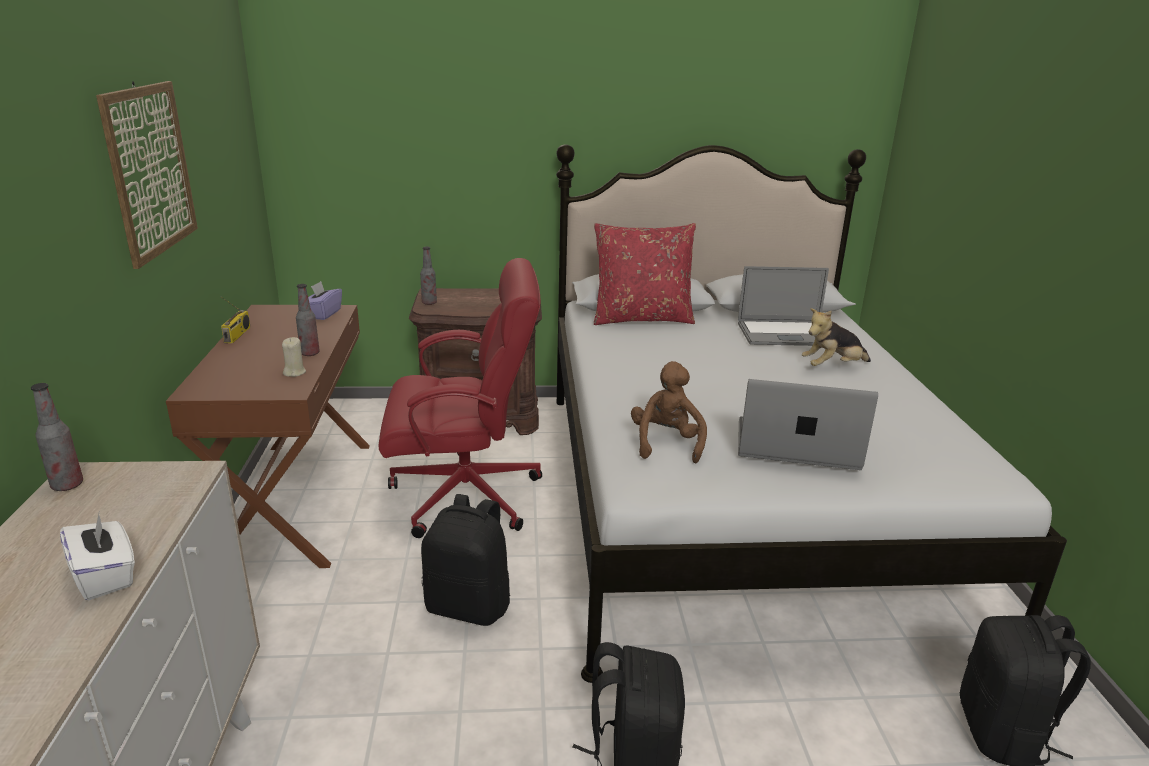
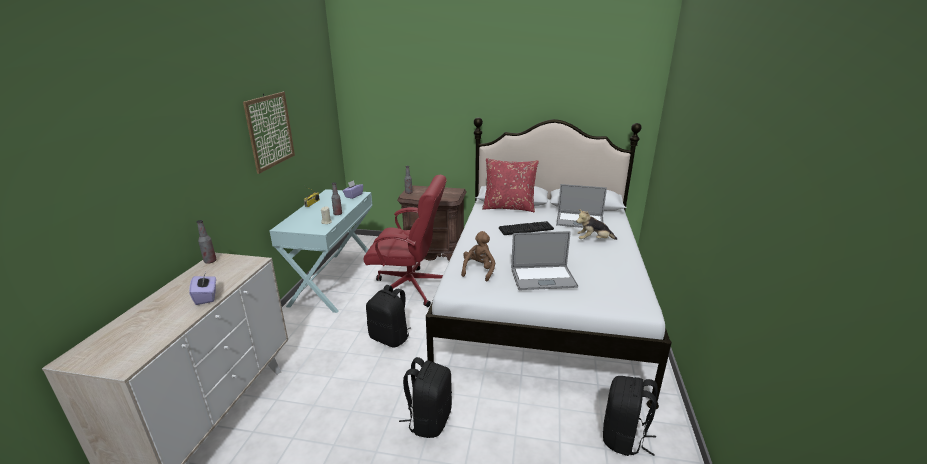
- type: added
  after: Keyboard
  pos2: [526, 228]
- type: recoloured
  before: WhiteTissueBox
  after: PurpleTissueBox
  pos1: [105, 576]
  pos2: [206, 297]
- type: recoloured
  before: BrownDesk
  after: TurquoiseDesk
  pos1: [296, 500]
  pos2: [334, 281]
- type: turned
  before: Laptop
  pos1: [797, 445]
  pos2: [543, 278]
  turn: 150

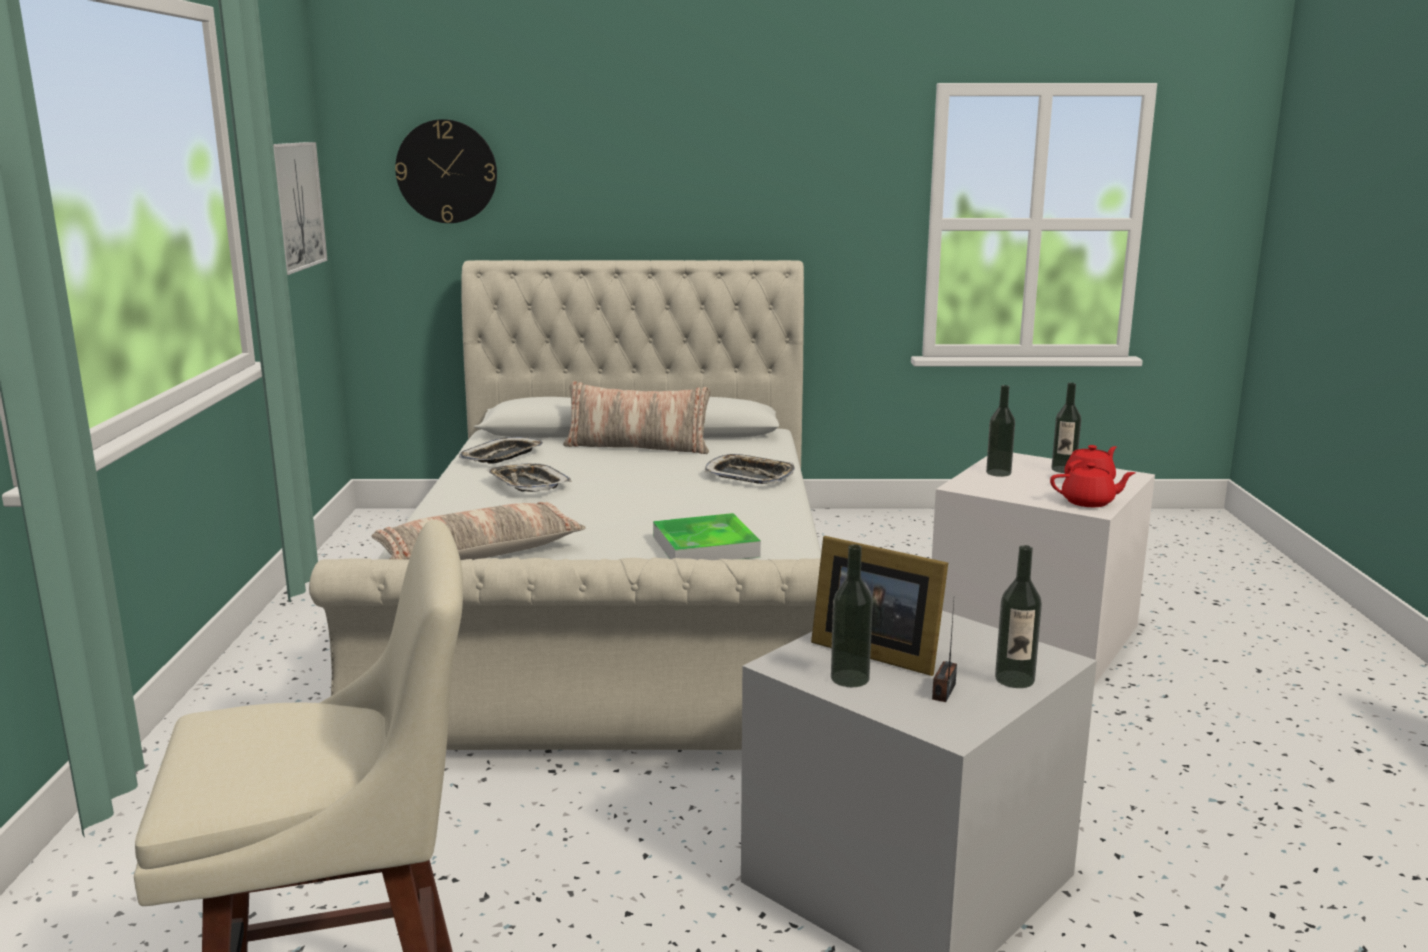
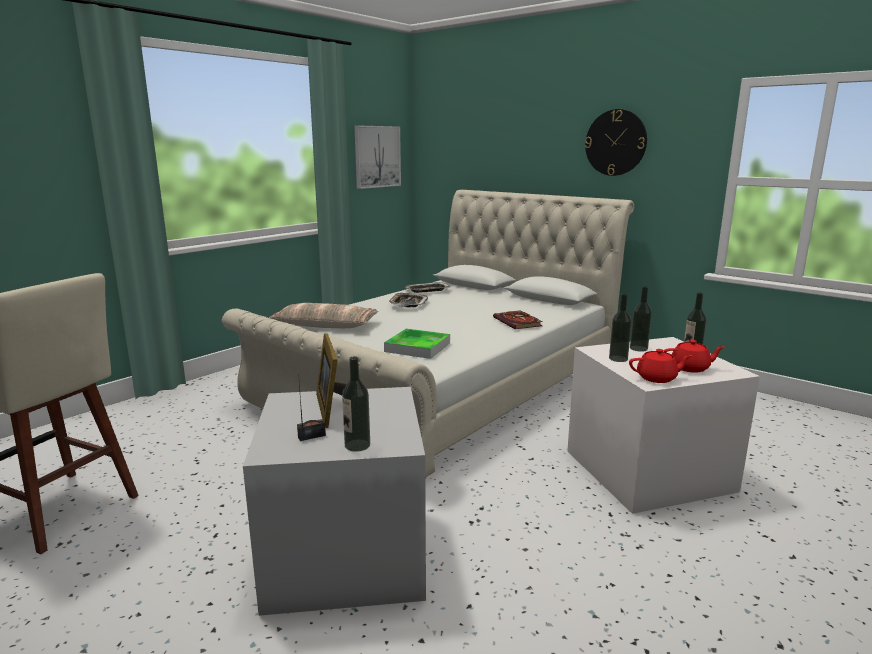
- type: removed
  before: Pillow
  pos1: [637, 447]
- type: moved
  before: WallClock
  pos1: [446, 171]
  pos2: [615, 142]
- type: moved
  before: Bottle
  pos1: [849, 678]
  pos2: [618, 359]
- type: replaced
  before: Tray
  after: Book
  pos1: [749, 476]
  pos2: [518, 322]
- type: turned
  before: RedTeapot
  pos1: [1089, 502]
  pos2: [657, 378]
  turn: -45

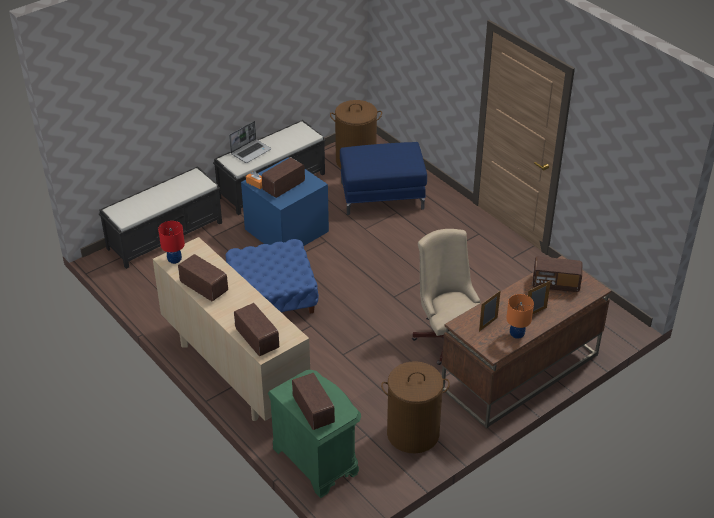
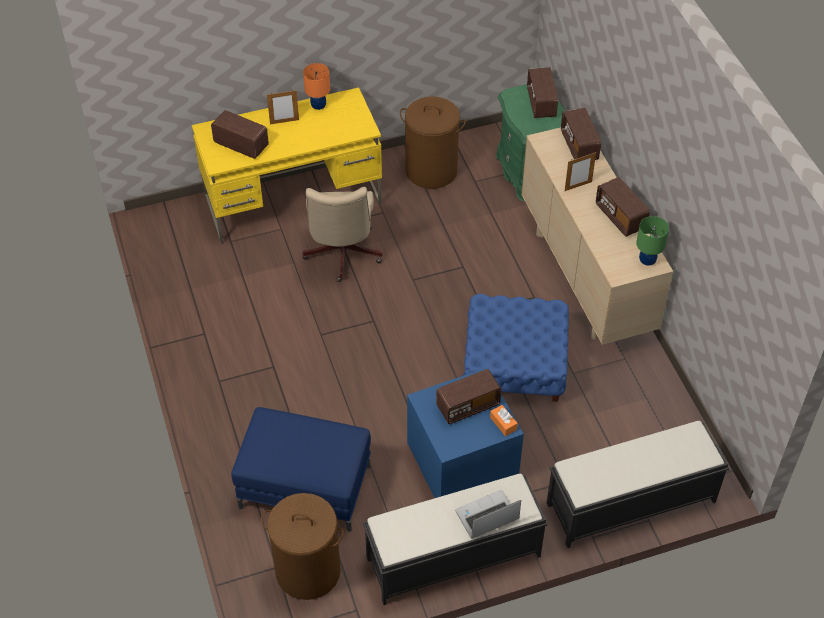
- type: moved
  before: PictureFrame
  pos1: [488, 324]
  pos2: [578, 186]
- type: recoloured
  before: RedTableLamp
  after: GreenTableLamp
  pos1: [174, 260]
  pos2: [647, 261]
- type: recoloured
  before: BrownDesk
  after: YellowDesk
  pos1: [519, 372]
  pos2: [293, 199]

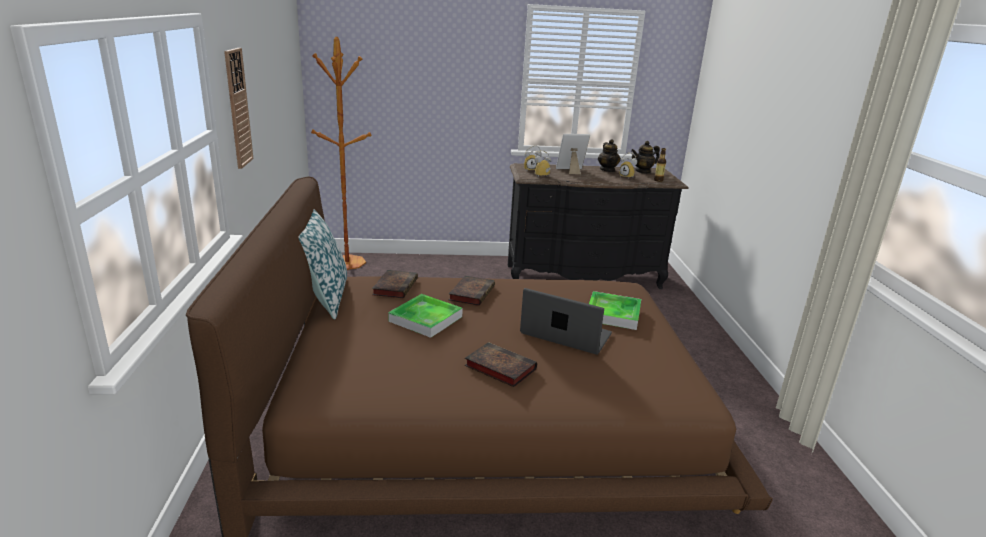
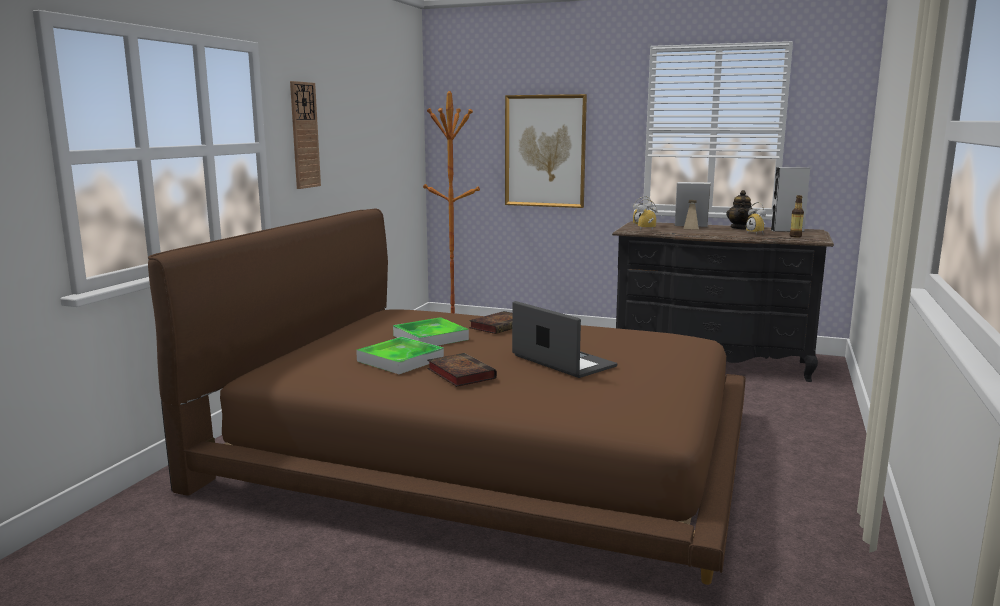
- type: removed
  before: Pillow
  pos1: [324, 298]
- type: removed
  before: Book
  pos1: [395, 286]
- type: added
  after: Picture
  pos2: [545, 151]
- type: moved
  before: Tray
  pos1: [613, 314]
  pos2: [400, 360]
- type: replaced
  before: Teapot
  after: GreySpeaker
  pos1: [643, 171]
  pos2: [787, 230]

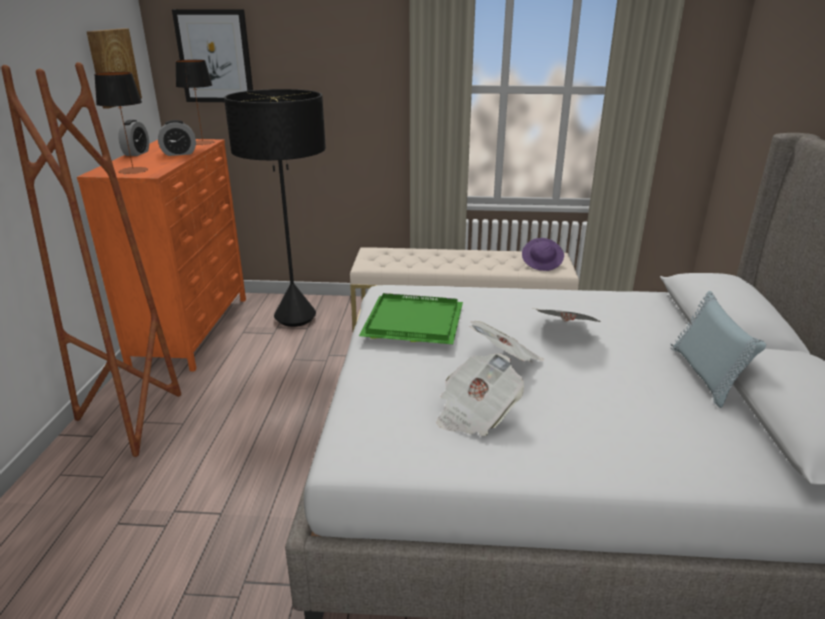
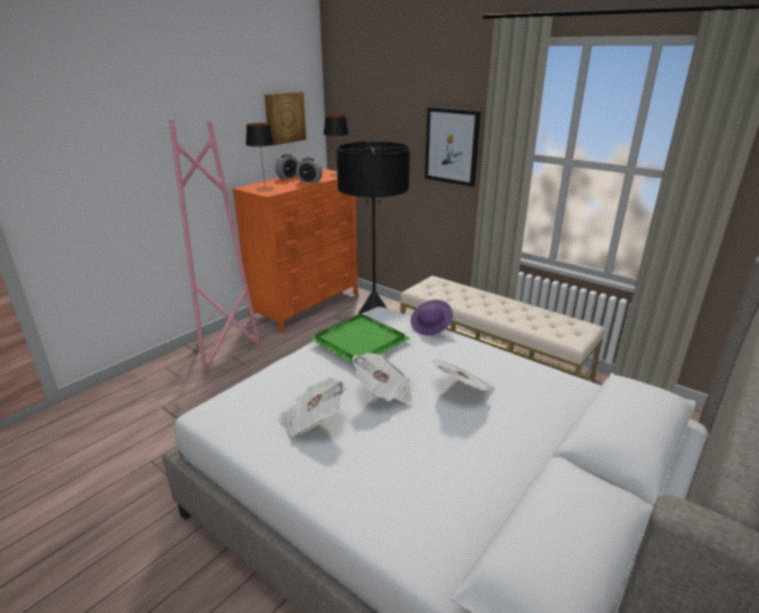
- type: removed
  before: BluePillow
  pos1: [706, 376]
- type: moved
  before: Picture
  pos1: [215, 57]
  pos2: [452, 146]
- type: moved
  before: PurpleHat
  pos1: [542, 263]
  pos2: [431, 327]
- type: recoloured
  before: BrownClothesRack
  after: PinkClothesRack
  pos1: [132, 422]
  pos2: [222, 352]

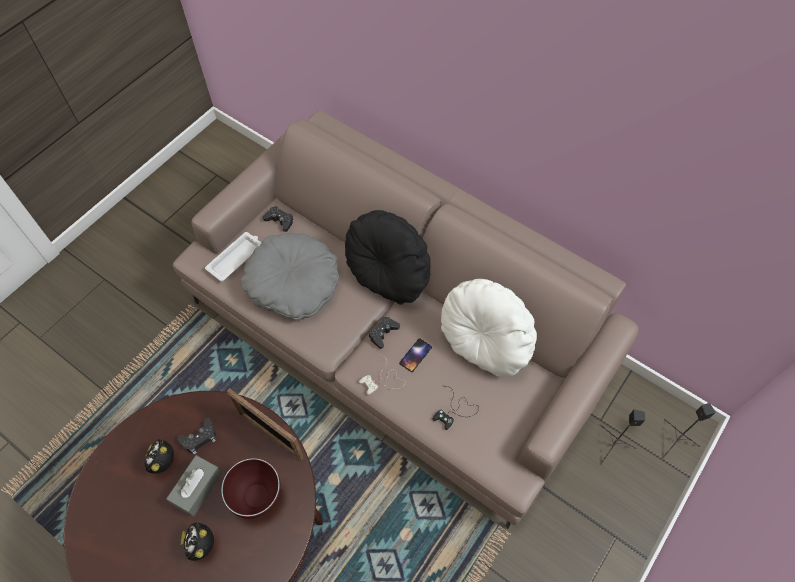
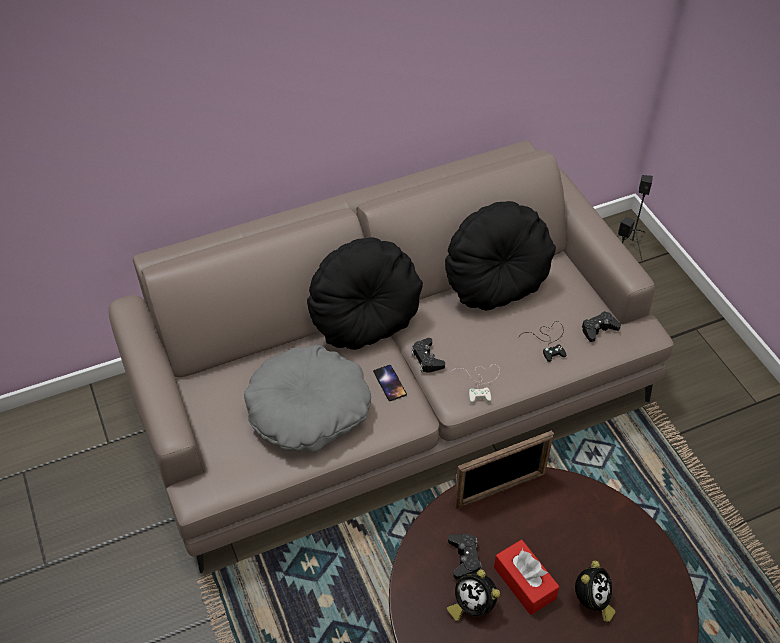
- type: removed
  before: WhiteTray
  pos1: [236, 258]
- type: removed
  before: BrownBowl
  pos1: [257, 498]
- type: moved
  before: BlackGameController
  pos1: [280, 221]
  pos2: [598, 329]
- type: moved
  before: Phone
  pos1: [415, 355]
  pos2: [390, 383]
- type: recoloured
  before: GreyTissueBox
  after: RedTissueBox
  pos1: [197, 488]
  pos2: [524, 582]
- type: recoloured
  before: WhitePillow
  after: BlackPillow
  pos1: [483, 348]
  pos2: [496, 290]
- type: turned
  before: AlarmClock
  pos1: [201, 544]
  pos2: [591, 602]
  turn: -90

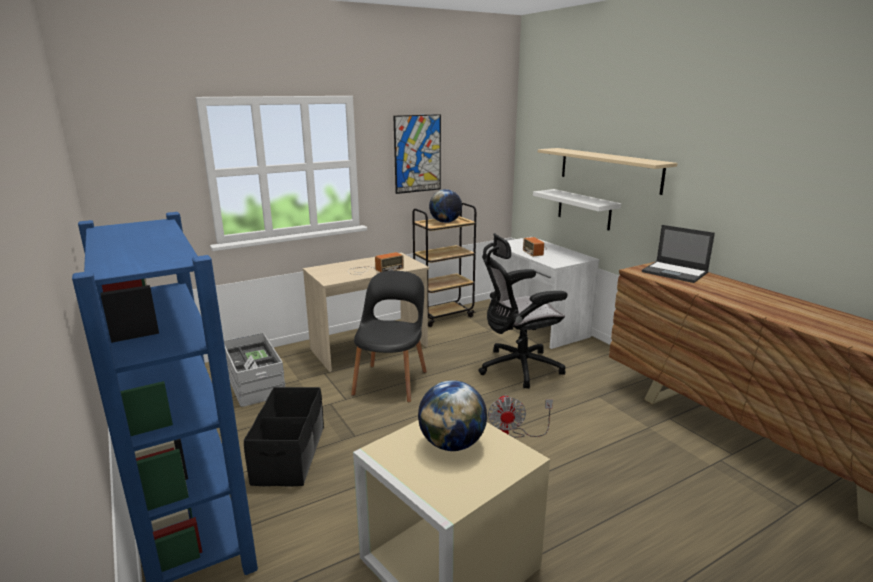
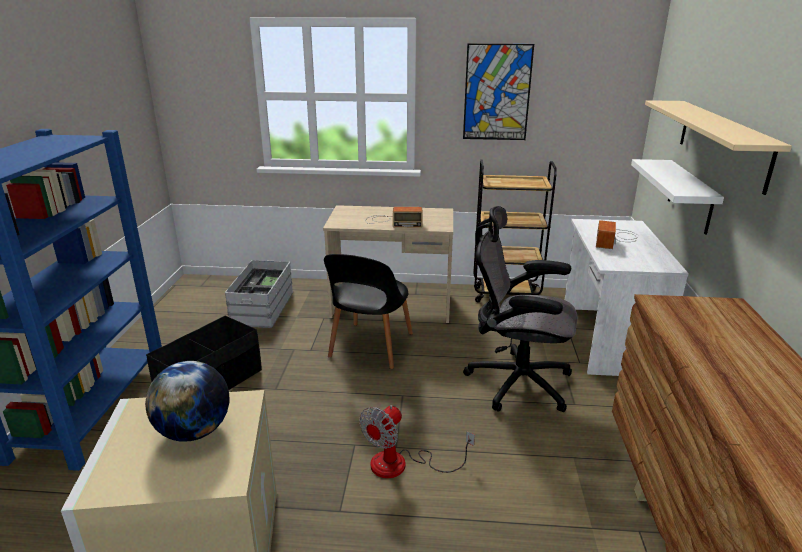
- type: removed
  before: Globe
  pos1: [445, 222]
- type: removed
  before: Laptop
  pos1: [675, 272]
- type: turned
  before: BlackChair
  pos1: [391, 381]
  pos2: [370, 347]
  turn: 150

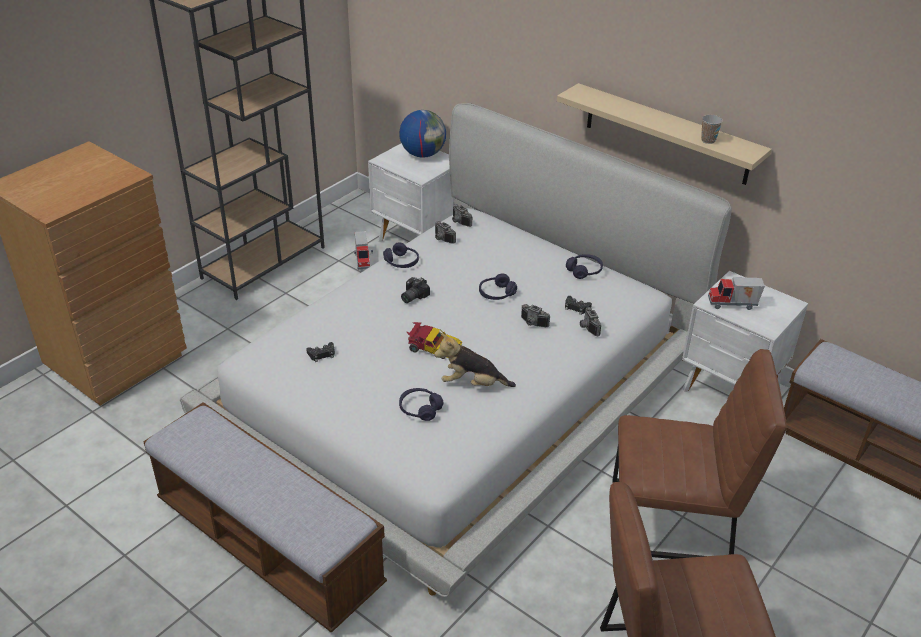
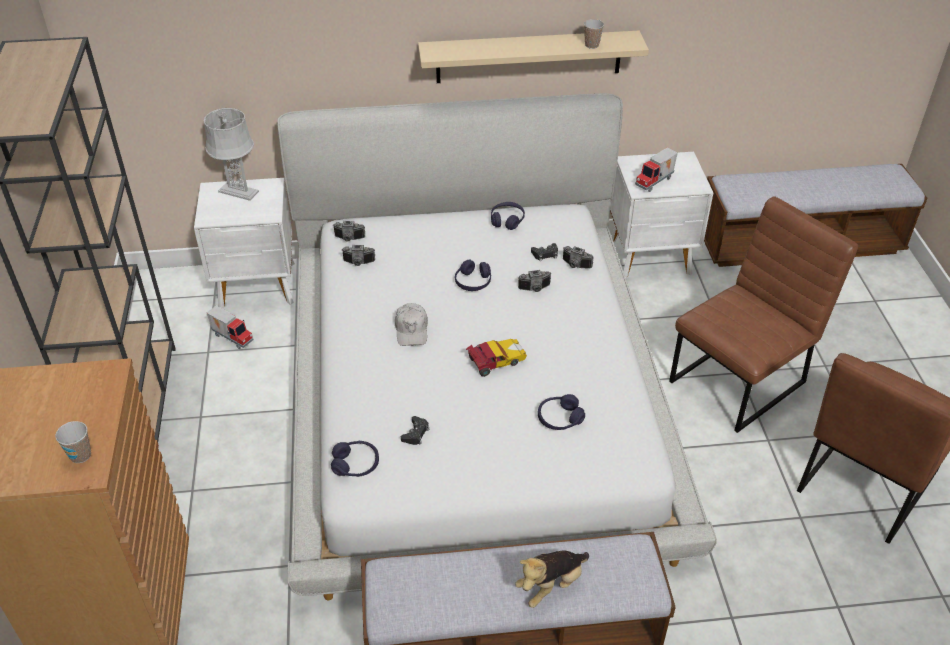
- type: added
  after: Cup
  pos2: [80, 455]
- type: moved
  before: PurpleHeadphones
  pos1: [401, 262]
  pos2: [355, 464]
- type: moved
  before: PlushToy
  pos1: [472, 384]
  pos2: [551, 585]
- type: replaced
  before: Globe
  after: GreyTableLamp
  pos1: [423, 154]
  pos2: [238, 192]
- type: replaced
  before: PhotoCamera
  after: WhiteCap
  pos1: [412, 296]
  pos2: [412, 330]

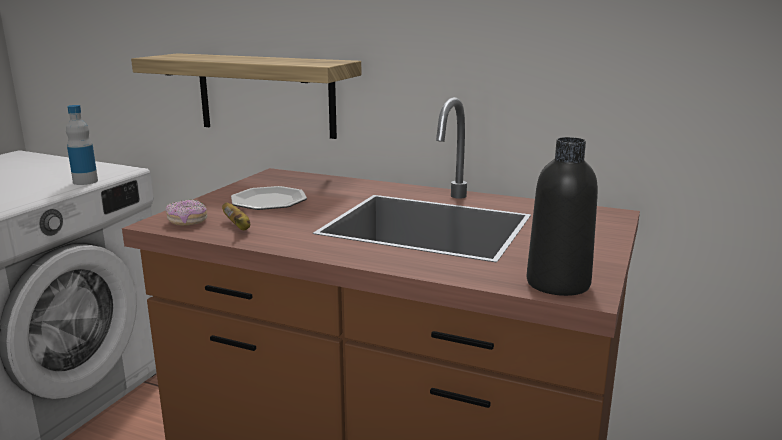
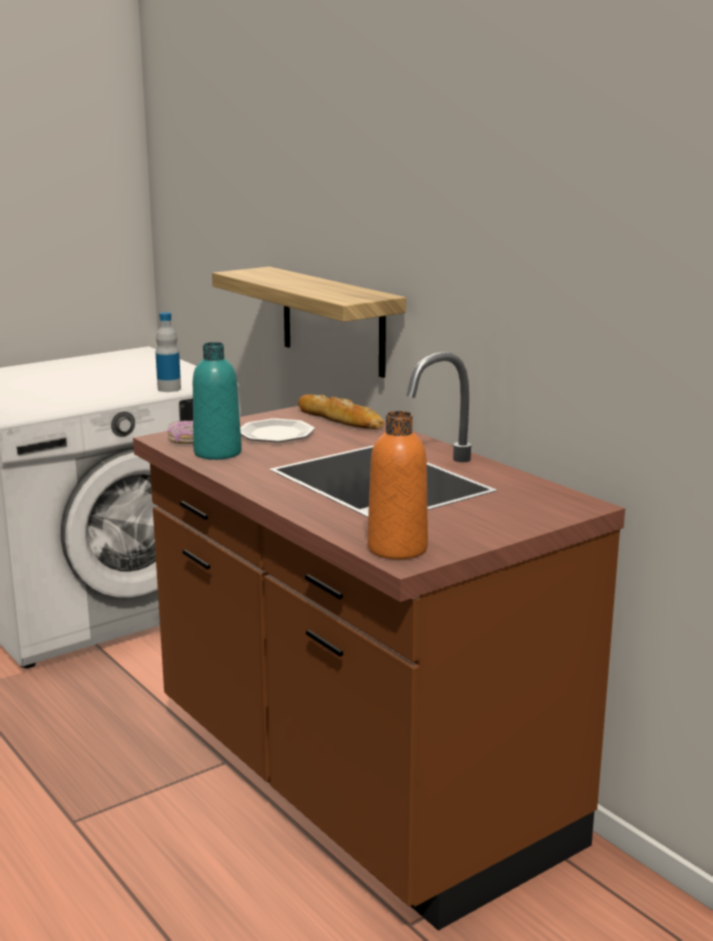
- type: added
  after: Bread
  pos2: [339, 419]
- type: replaced
  before: Banana
  after: TurquoiseBottle
  pos1: [238, 227]
  pos2: [217, 453]
- type: recoloured
  before: BlackBottle
  after: OrangeBottle
  pos1: [558, 283]
  pos2: [397, 549]

